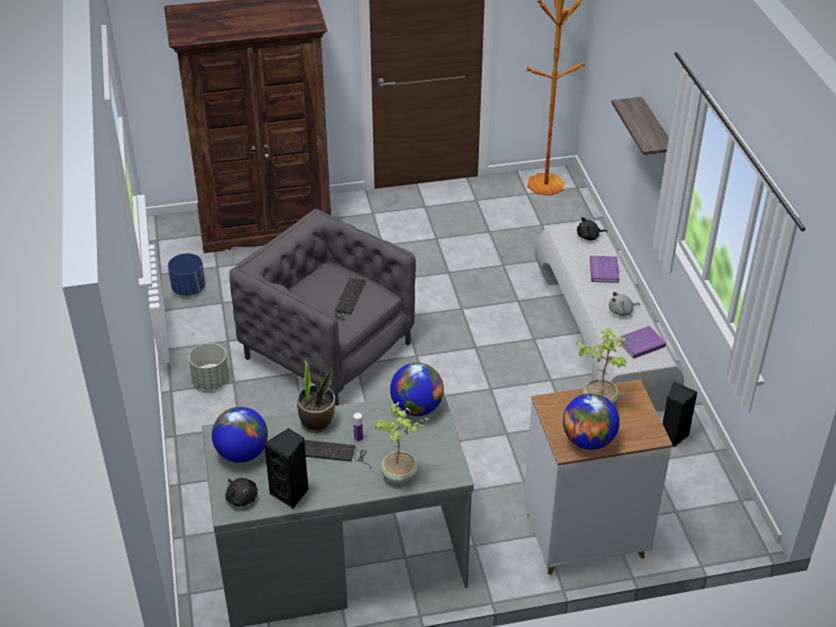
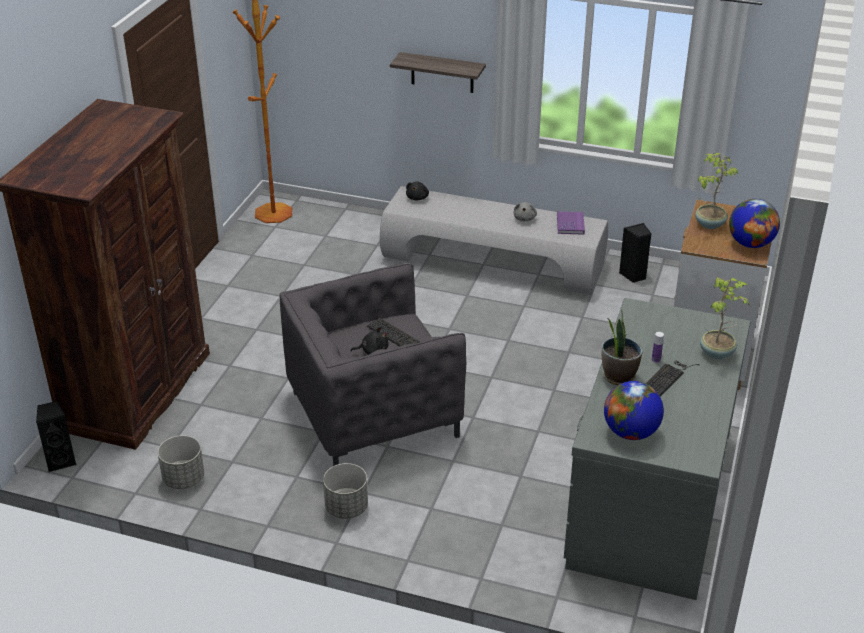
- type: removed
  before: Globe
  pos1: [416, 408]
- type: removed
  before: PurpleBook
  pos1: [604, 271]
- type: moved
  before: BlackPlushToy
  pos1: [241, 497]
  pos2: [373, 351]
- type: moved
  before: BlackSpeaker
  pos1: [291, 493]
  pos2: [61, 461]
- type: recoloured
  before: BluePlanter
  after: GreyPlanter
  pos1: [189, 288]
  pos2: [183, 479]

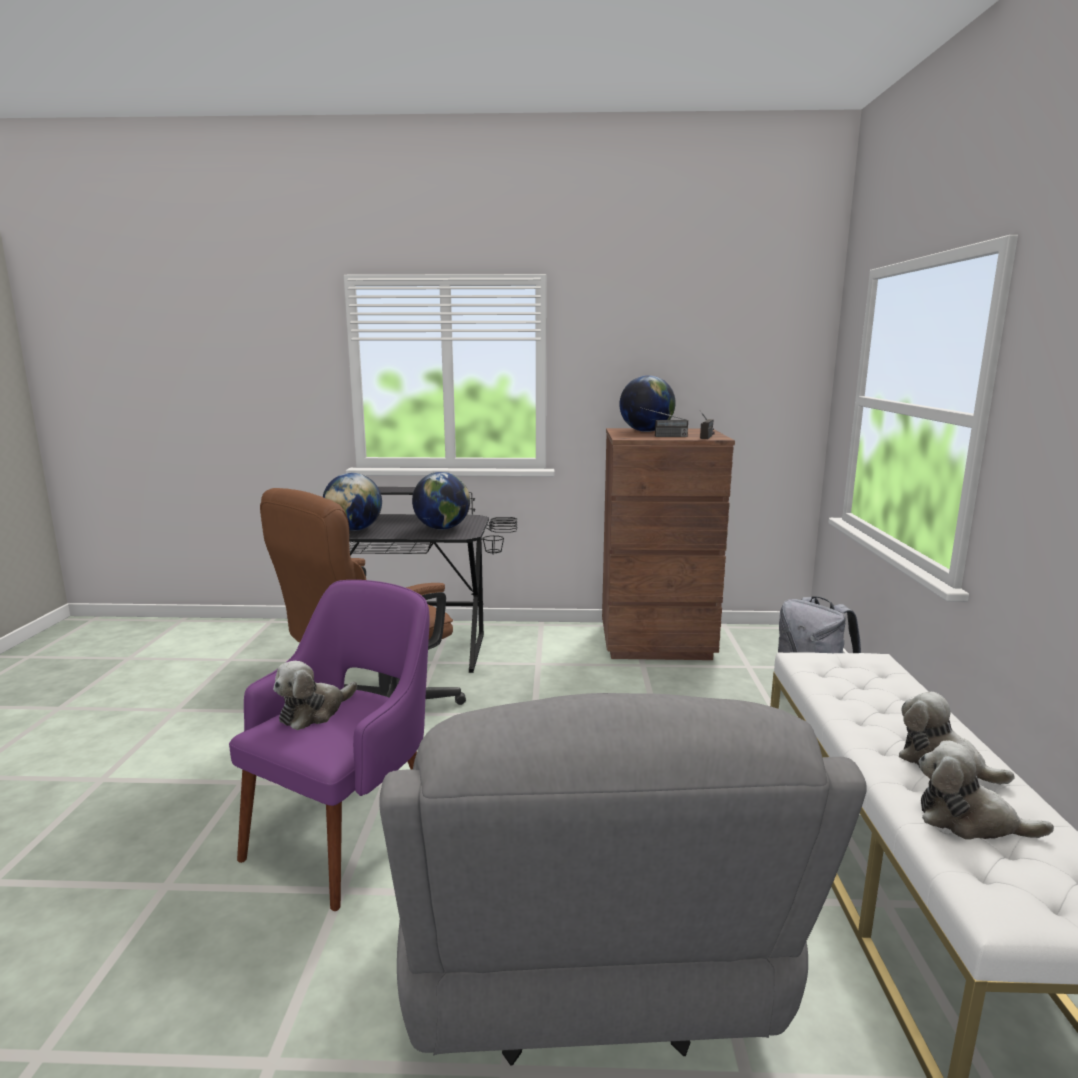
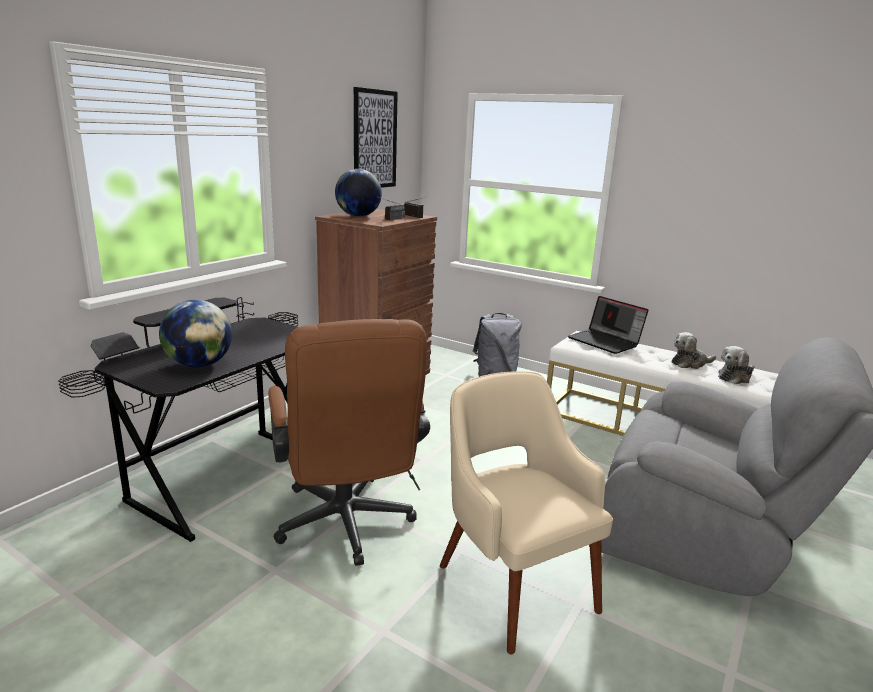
- type: removed
  before: PlushToy
  pos1: [314, 712]
- type: removed
  before: Globe
  pos1: [442, 528]
- type: added
  after: Picture
  pos2: [375, 139]
- type: added
  after: Laptop
  pos2: [605, 342]
- type: recoloured
  before: PurpleArmchair
  after: BeigeArmchair
  pos1: [348, 834]
  pos2: [513, 584]

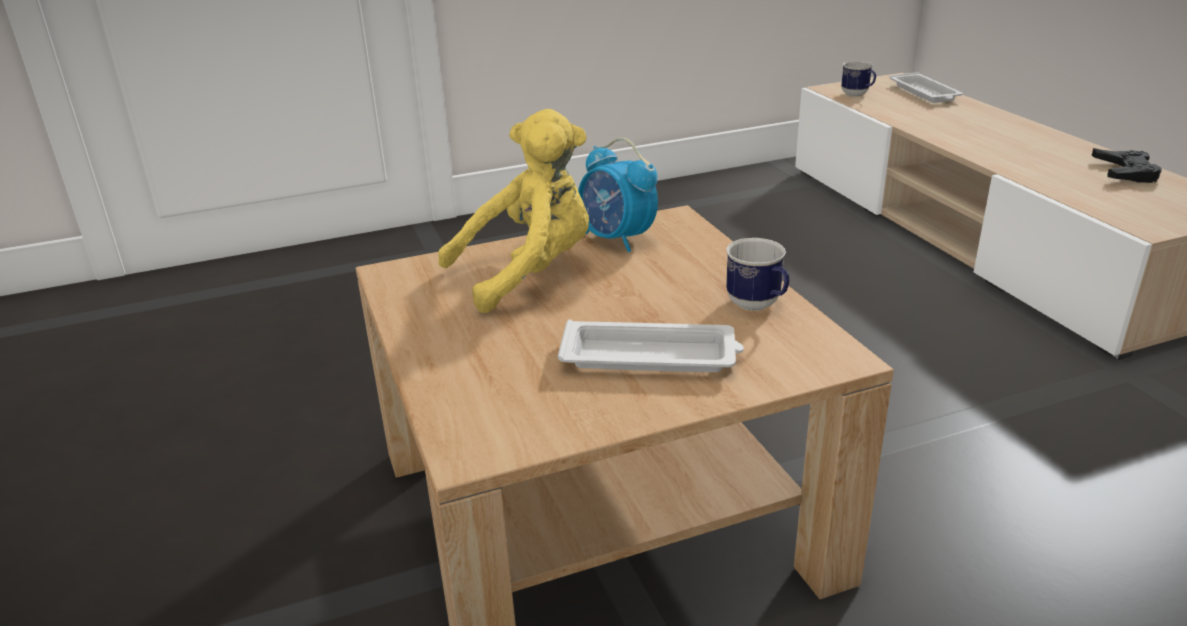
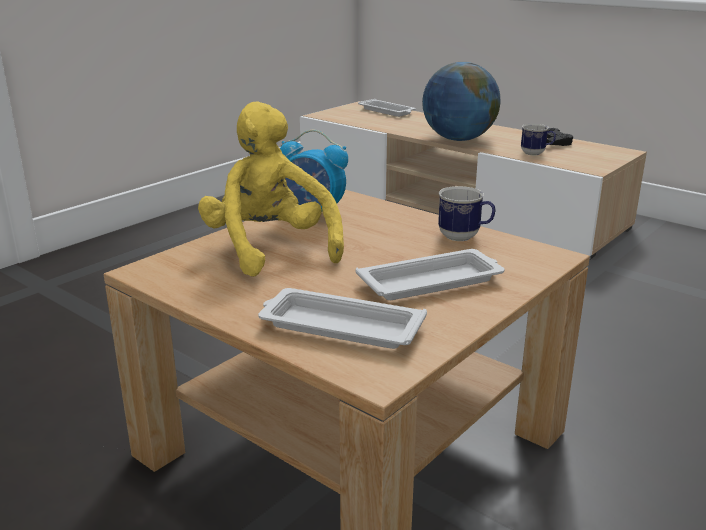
- type: added
  after: WhiteTray
  pos2: [339, 326]
- type: added
  after: Globe
  pos2: [458, 139]
- type: moved
  before: Mug
  pos1: [857, 95]
  pos2: [536, 153]
- type: turned
  before: YellowPlushToy
  pos1: [529, 273]
  pos2: [270, 249]
  turn: -60

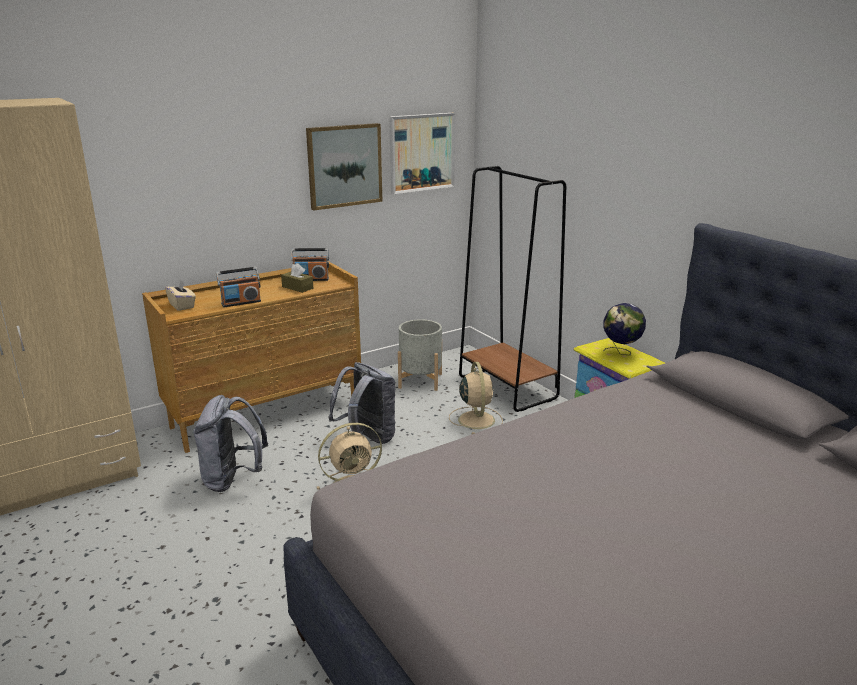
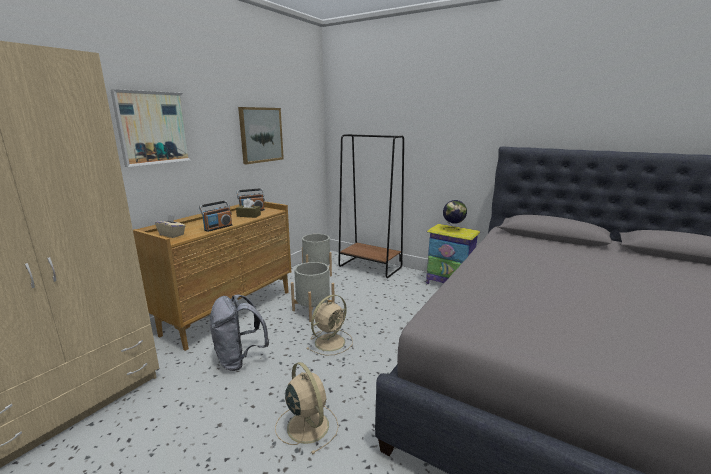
- type: moved
  before: Picture
  pos1: [421, 152]
  pos2: [153, 128]
- type: moved
  before: BeigeFan
  pos1: [476, 419]
  pos2: [307, 425]
- type: replaced
  before: GreyBackpack
  after: GreyPlanter
  pos1: [367, 438]
  pos2: [313, 311]

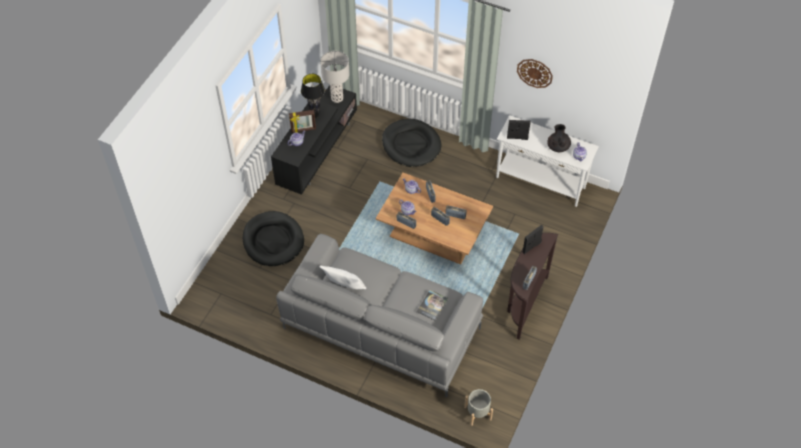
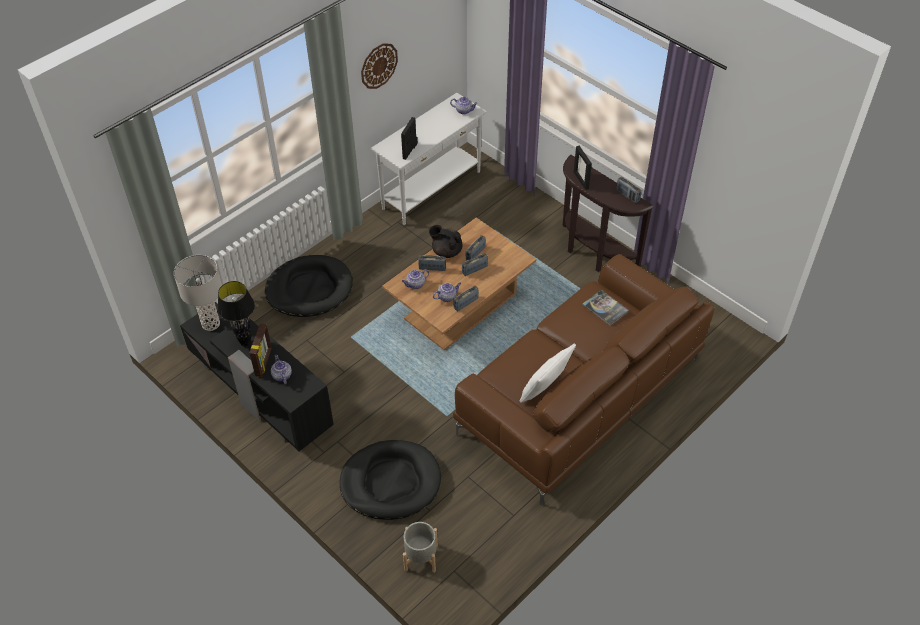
- type: moved
  before: GreyPlanter
  pos1: [477, 413]
  pos2: [420, 557]
- type: moved
  before: BlackTeapot
  pos1: [558, 146]
  pos2: [446, 251]
- type: recoloured
  before: GreySofa
  after: BrownSofa
  pos1: [381, 327]
  pos2: [578, 396]

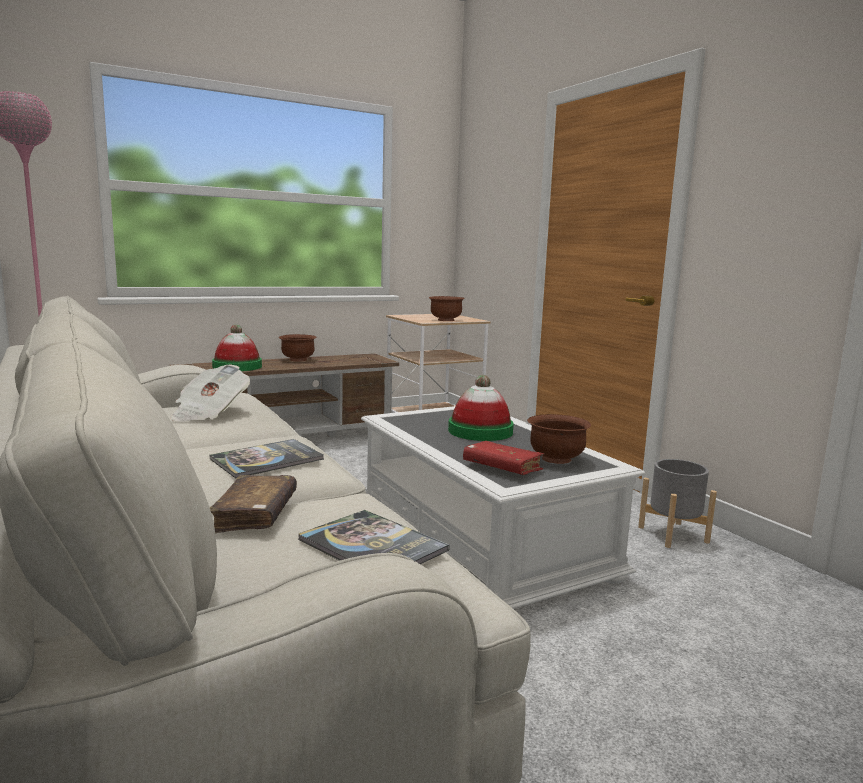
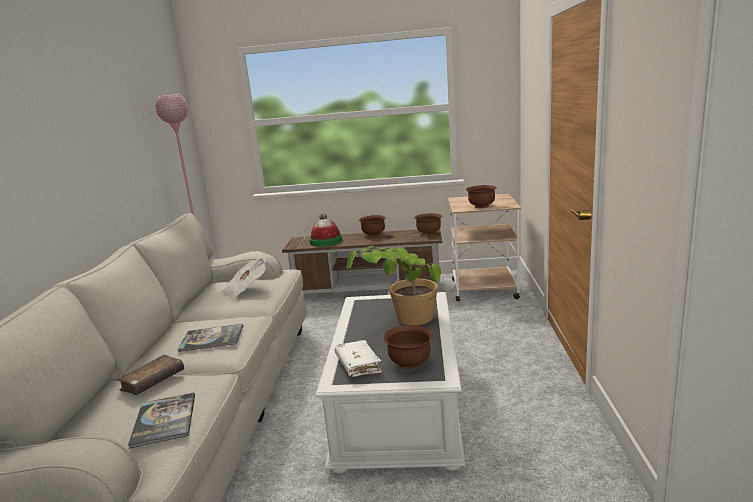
- type: removed
  before: GreyPlanter
  pos1: [673, 535]
- type: added
  after: BrownBowl
  pos2: [429, 233]
- type: replaced
  before: Hat
  after: PottedPlant
  pos1: [480, 431]
  pos2: [399, 324]
- type: recoloured
  before: RedBook
  after: WhiteBook
  pos1: [502, 468]
  pos2: [358, 365]

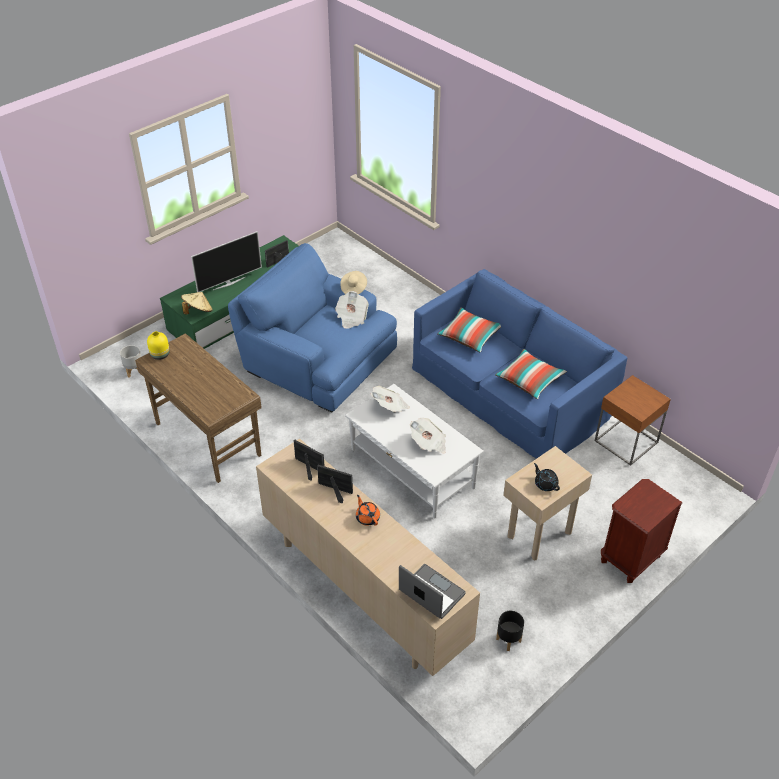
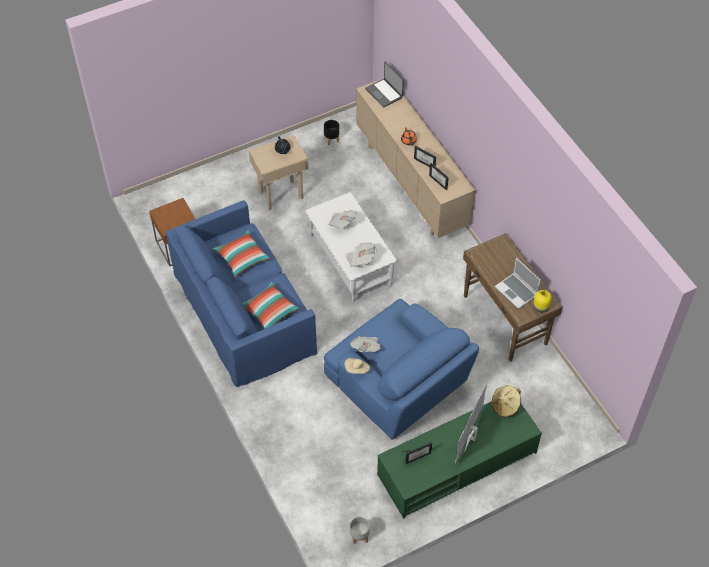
- type: removed
  before: BrownNightstand
  pos1: [630, 558]
- type: added
  after: Laptop
  pos2: [517, 291]
- type: moved
  before: GreyPlanter
  pos1: [135, 371]
  pos2: [359, 536]
- type: turned
  before: Television
  pos1: [229, 283]
  pos2: [471, 438]
  turn: -45

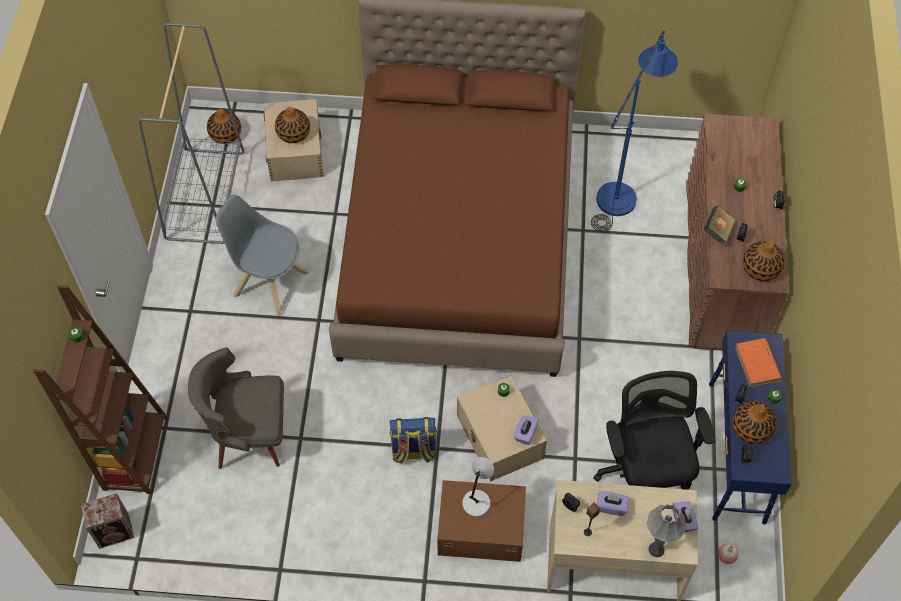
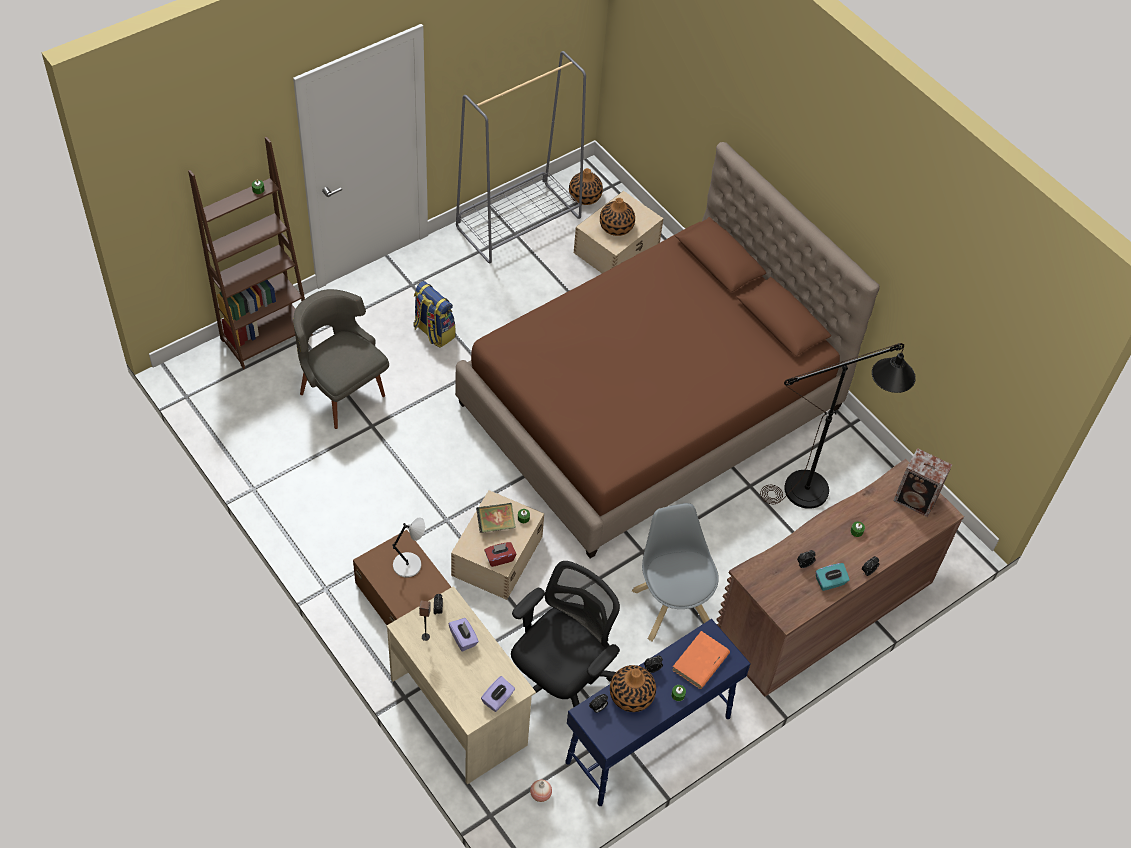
- type: removed
  before: GreyTableLamp
  pos1: [656, 549]
- type: removed
  before: Vase
  pos1: [760, 268]
- type: added
  after: TurquoiseTissueBox
  pos2: [830, 582]
- type: moved
  before: Speaker
  pos1: [115, 531]
  pos2: [916, 500]
- type: moved
  before: GreyChair
  pos1: [269, 282]
  pos2: [671, 605]
- type: moved
  before: Backpack
  pos1: [413, 451]
  pos2: [433, 332]
- type: moved
  before: Book
  pos1: [717, 231]
  pos2: [495, 524]
- type: recoloured
  before: PurpleTissueBox
  after: RedTissueBox
  pos1: [525, 433]
  pos2: [499, 558]
- type: recoloured
  before: BlueFloorLamp
  after: BlackFloorLamp
  pos1: [621, 191]
  pos2: [819, 488]

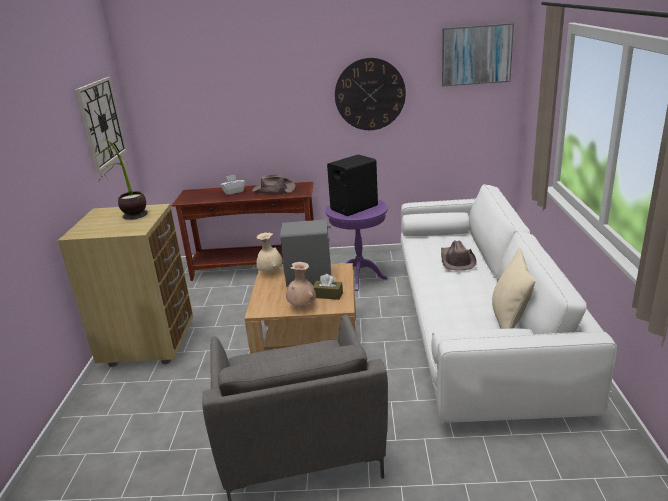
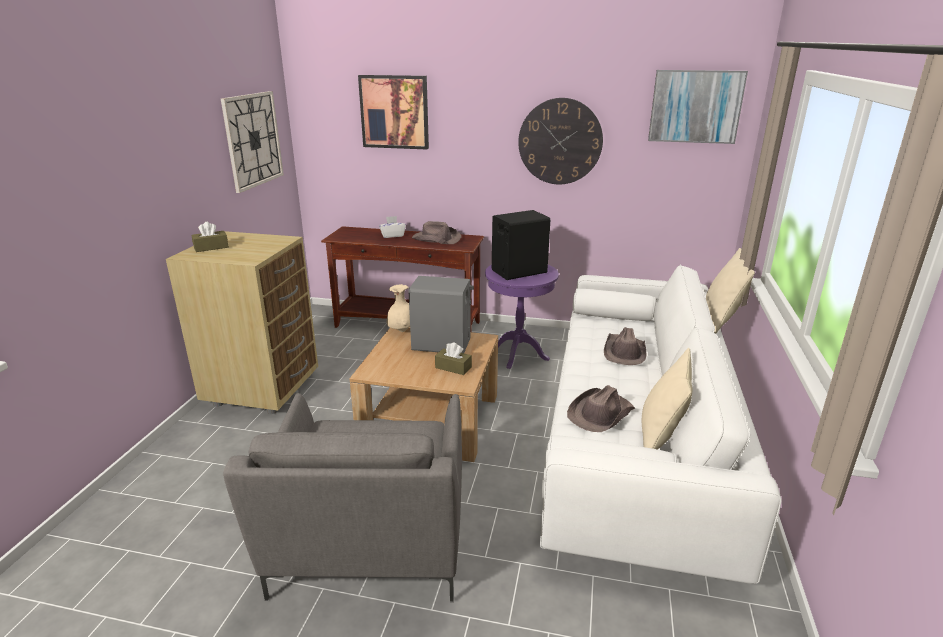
- type: removed
  before: PottedPlant
  pos1: [132, 220]
- type: removed
  before: BeigeVase
  pos1: [302, 306]
- type: added
  after: BrownTissueBox
  pos2: [211, 247]
- type: added
  after: Picture
  pos2: [394, 112]
- type: added
  after: BrownHat
  pos2: [600, 414]
- type: added
  after: BeigePillow
  pos2: [721, 319]

